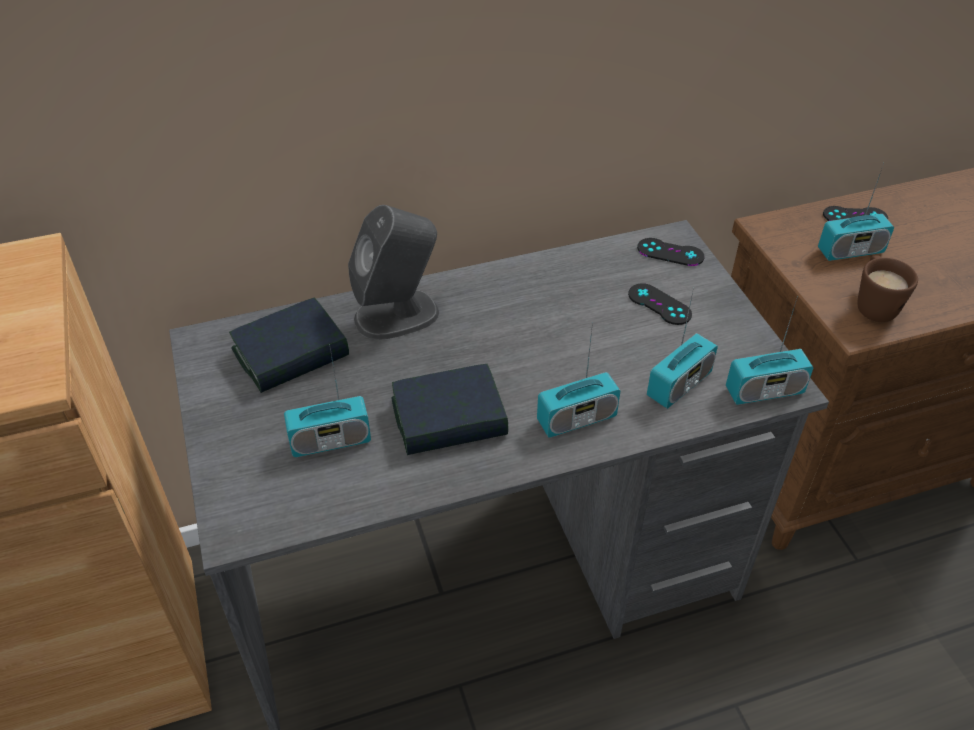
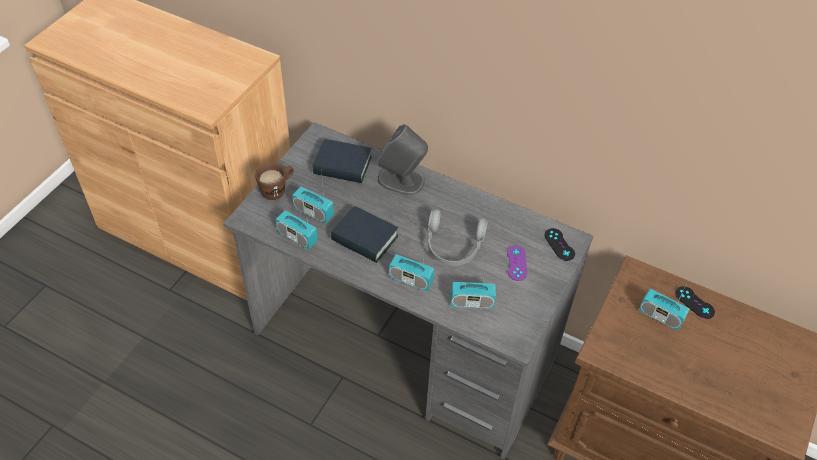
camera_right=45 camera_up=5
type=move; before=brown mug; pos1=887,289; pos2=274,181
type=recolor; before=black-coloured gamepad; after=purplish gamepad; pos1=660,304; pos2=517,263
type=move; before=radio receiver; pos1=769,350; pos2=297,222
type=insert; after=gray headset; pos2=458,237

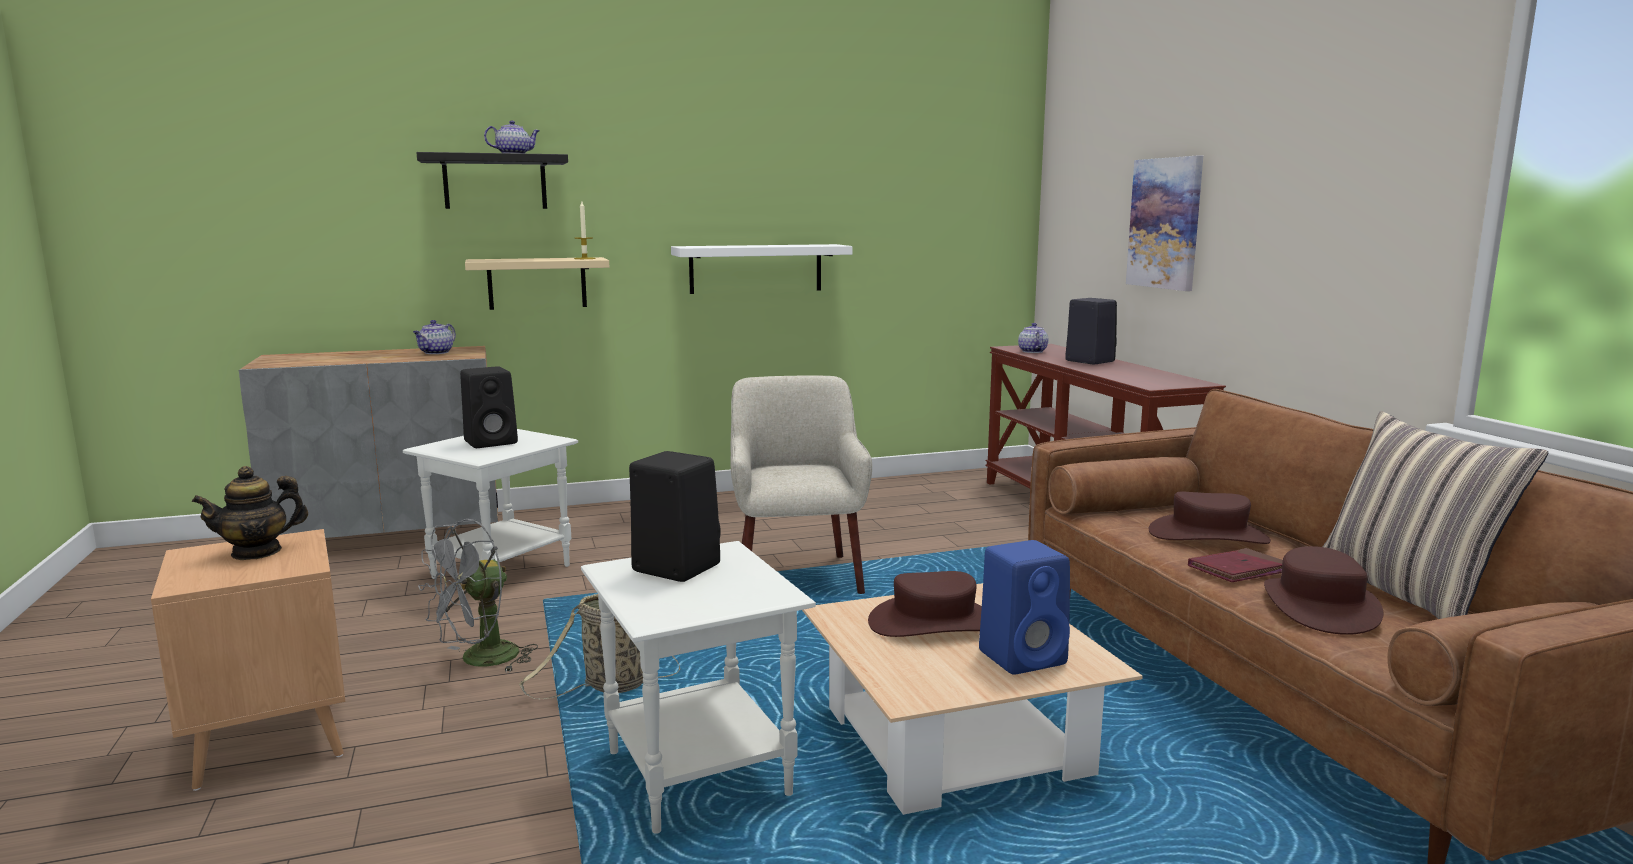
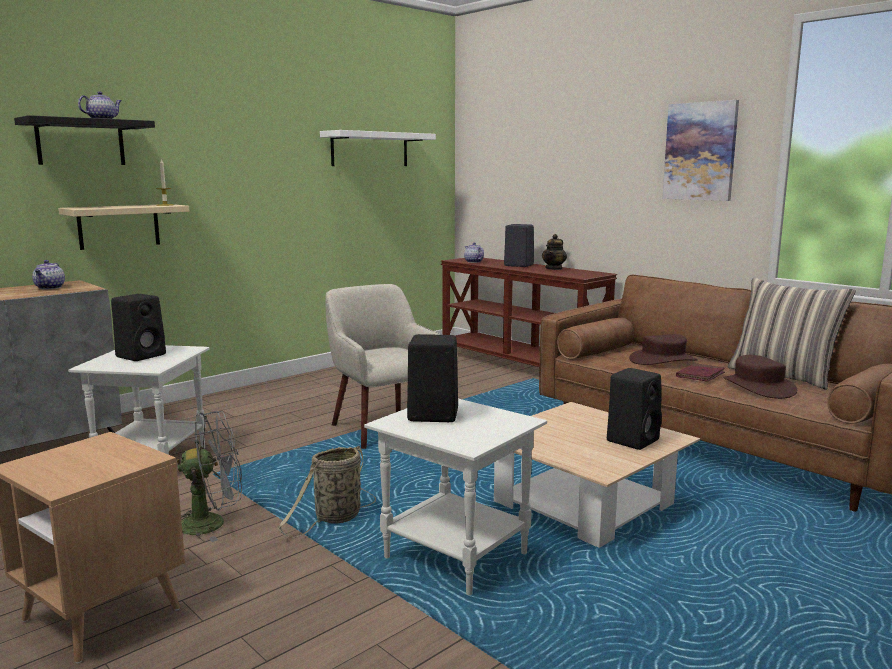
camera_right=-25 camera_up=0
type=move; before=picture; pos1=1164,223; pos2=700,150
type=move; before=white wall shelf; pos1=761,269; pos2=378,148
type=move; before=pot for tea; pos1=250,513; pos2=554,252
type=rotate; before=gray electric fan; pos1=478,595; pos2=209,476; turn=-120
type=recolor; before=blue-coloured audio speaker; after=black-coloured audio speaker; pos1=1024,607; pos2=634,409
type=delete; before=brown clothing hat; pos1=925,604

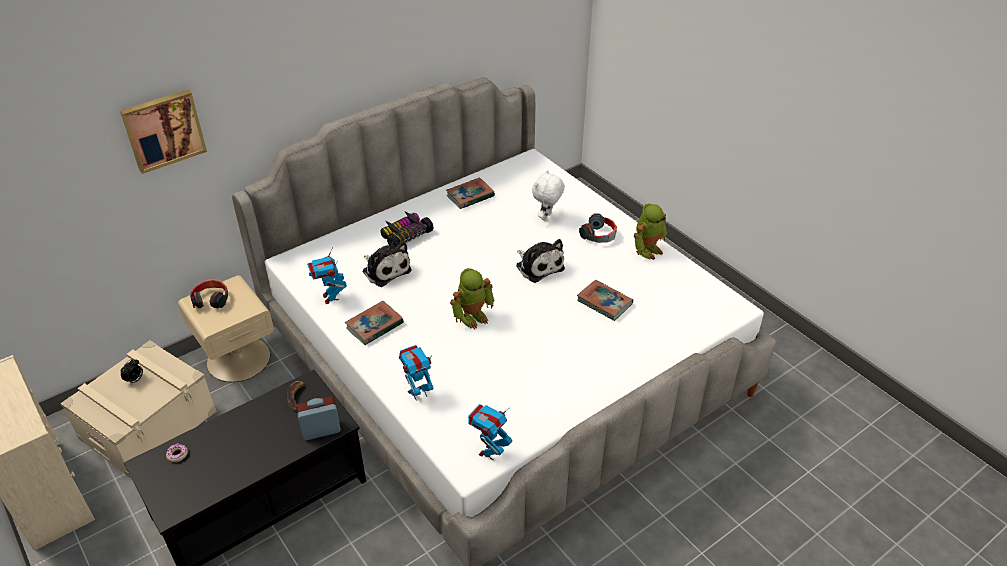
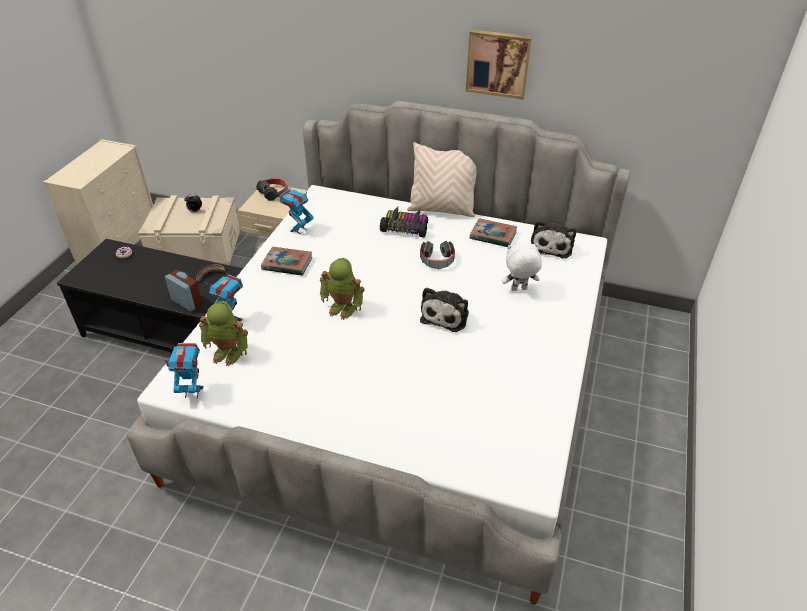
camera_right=55 camera_up=0
type=move; before=picture; pos1=163,132; pos2=499,64
type=move; before=robot figure; pos1=650,231; pos2=223,333
type=move; before=headset; pos1=598,228; pos2=437,255
type=move; before=cuddly toy; pos1=387,264; pos2=553,239
type=delete; before=bound book; pos1=605,300
type=insert; after=beige throw pillow; pos2=442,179

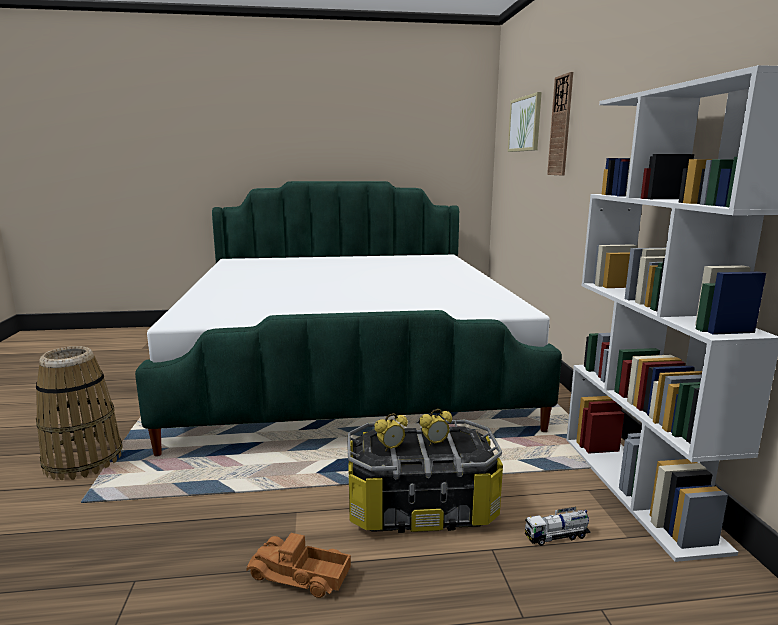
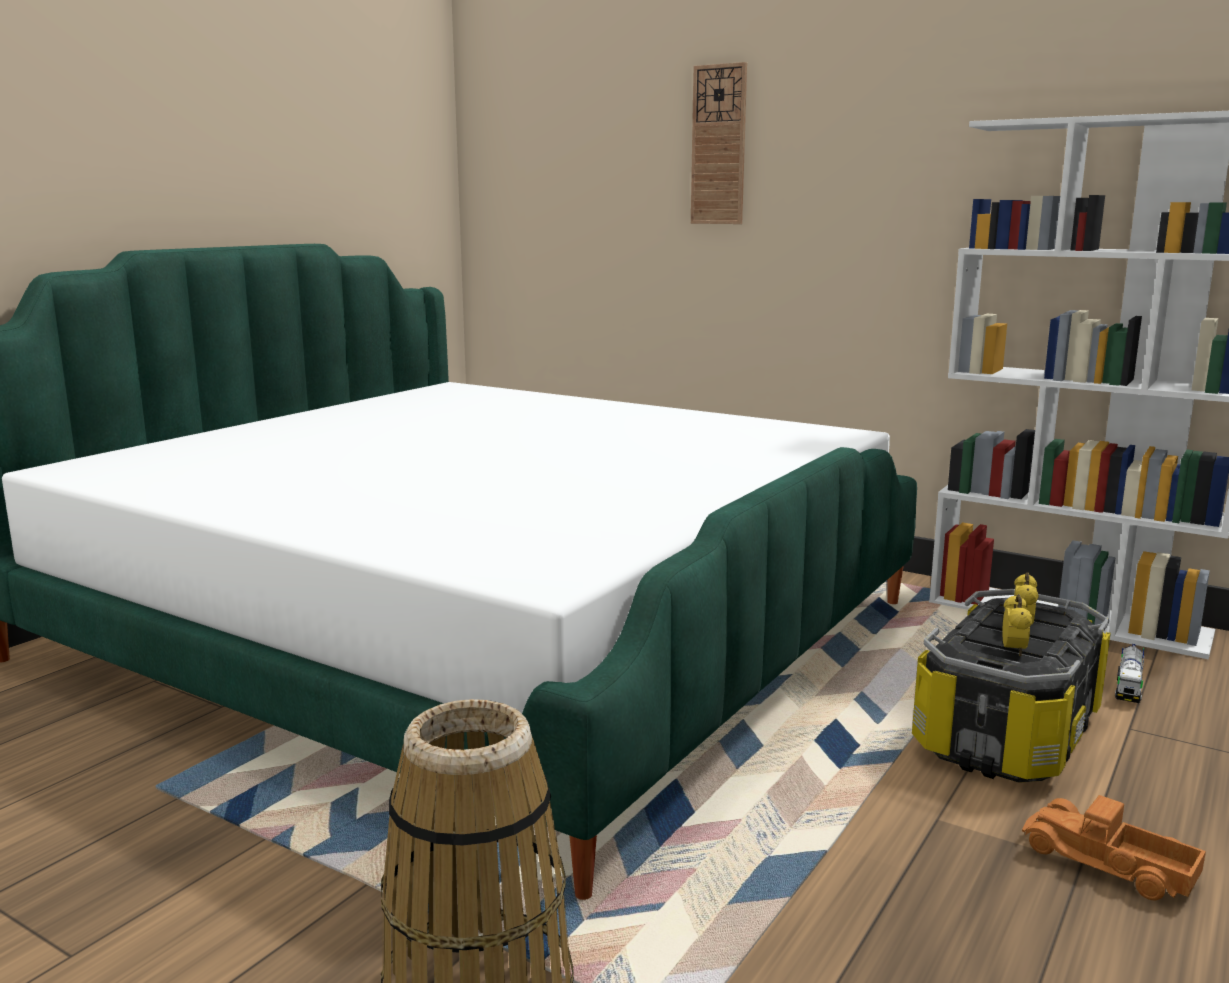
camera_right=-50 camera_up=0
type=delete; before=picture; pos1=525,122
type=rotate; before=model truck; pos1=298,565; pos2=1114,847; turn=75

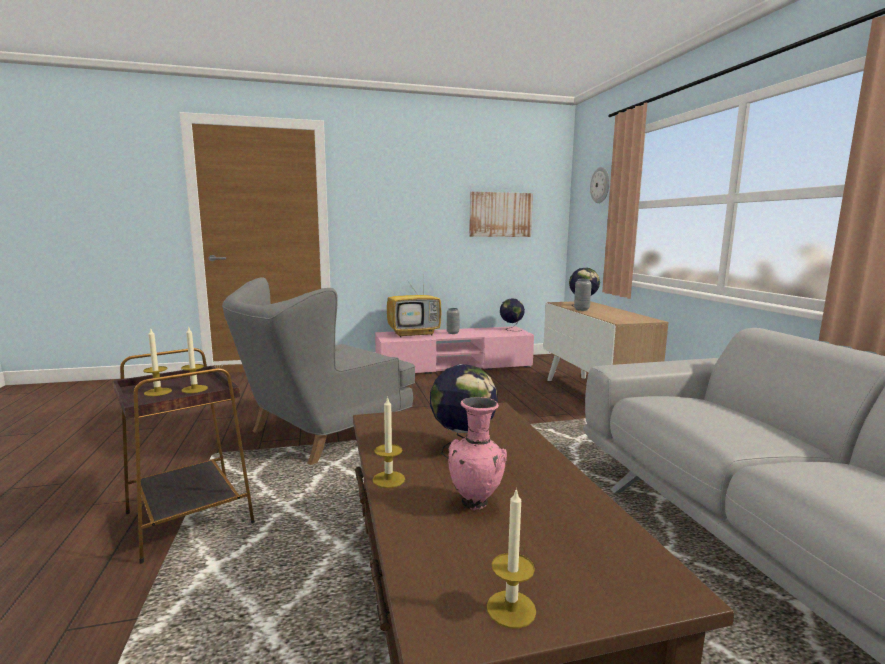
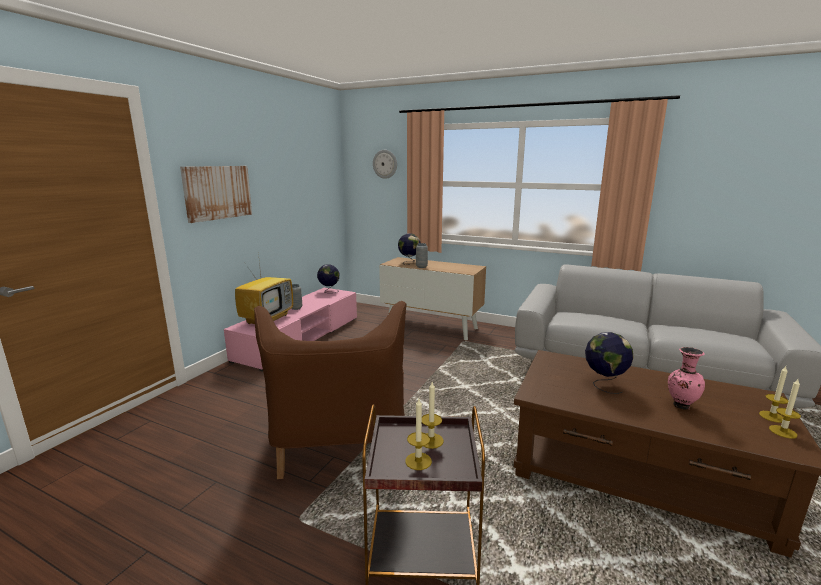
camera_right=-50 camera_up=5
type=move; before=picture; pos1=501,214; pos2=216,194
type=recolor; before=gray lounge chair; after=brown lounge chair; pos1=318,371; pos2=330,390
type=move; before=candle; pos1=389,442; pos2=773,395

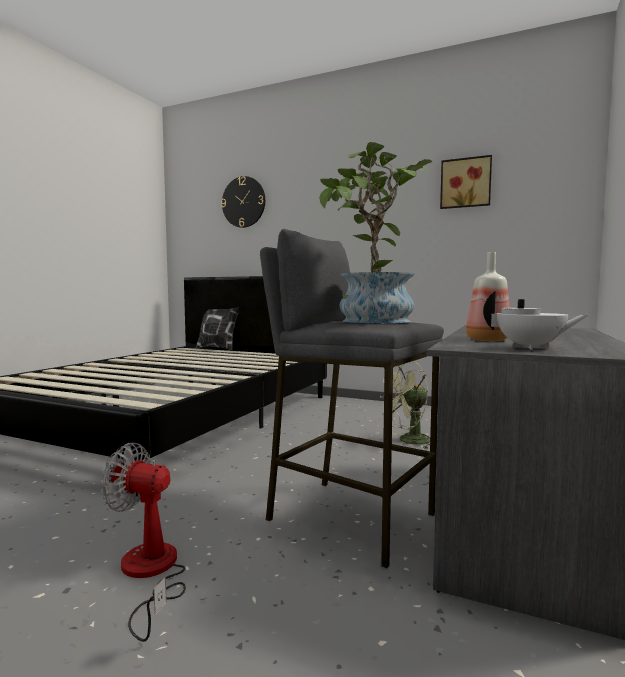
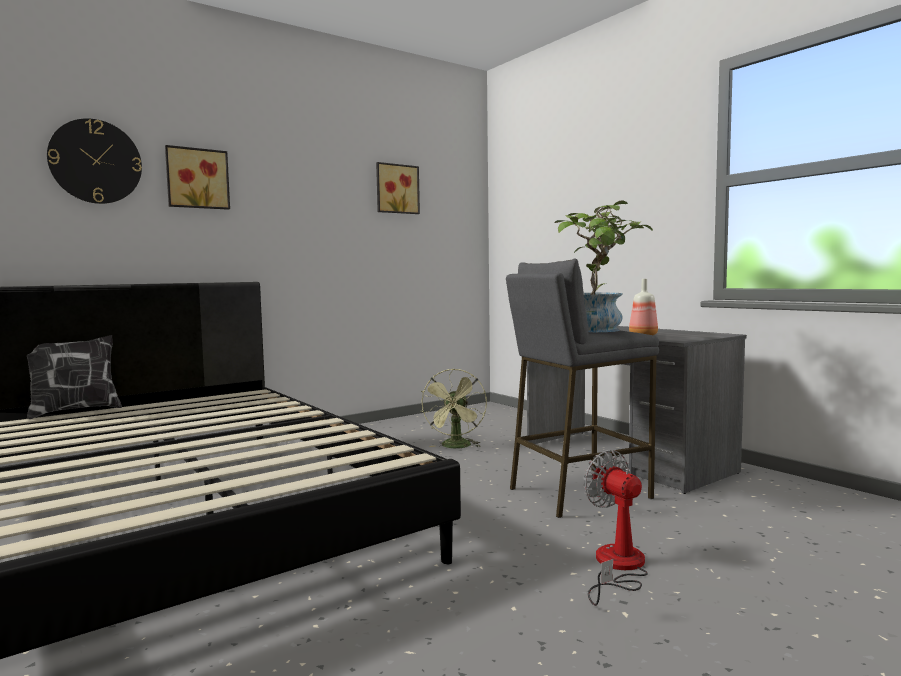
camera_right=-60 camera_up=0
type=delete; before=white pot for tea; pos1=535,320
type=rotate; before=electric fan; pos1=143,542; pos2=615,528; turn=105
type=insert; after=picture; pos2=197,177

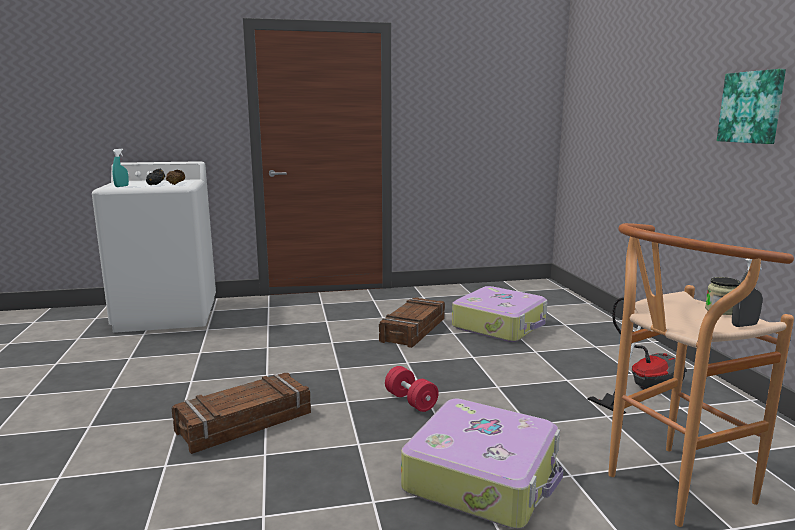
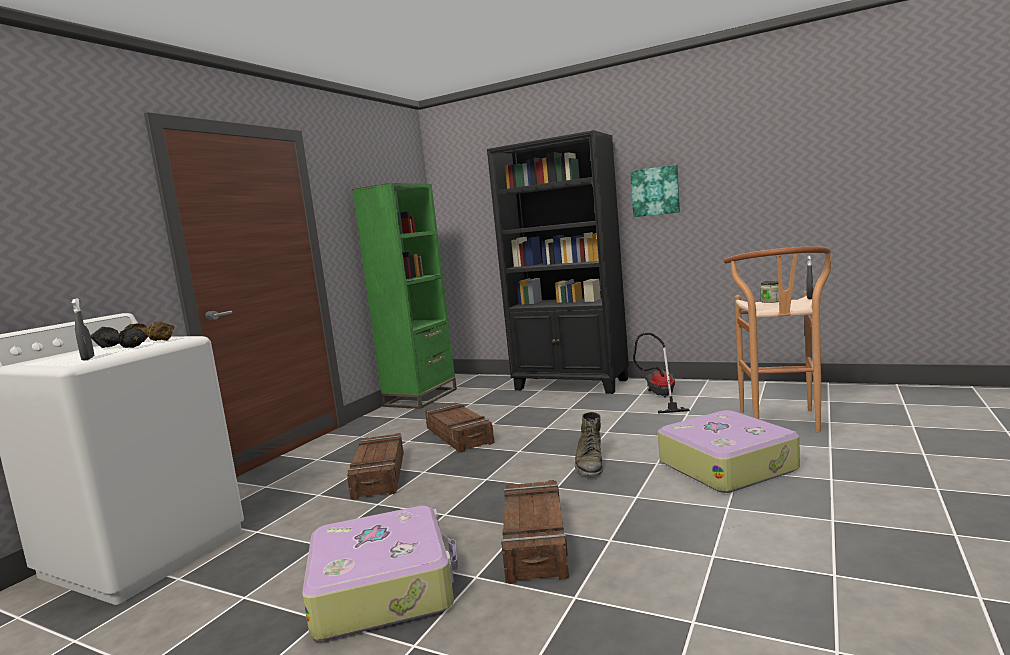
camera_right=-50 camera_up=-5
type=recolor; before=turquoise-coloured spray bottle; after=gray spray bottle; pos1=120,168; pos2=83,329
type=move; before=travel case; pos1=500,314; pos2=380,573
type=replace; before=red-coloured free weight; after=green high-top boot; pos1=411,389; pos2=589,444
type=insert; after=black-coloured bookshelf; pos2=558,262
type=insert; after=green bookshelf; pos2=404,296
type=insert; after=crate; pos2=375,466

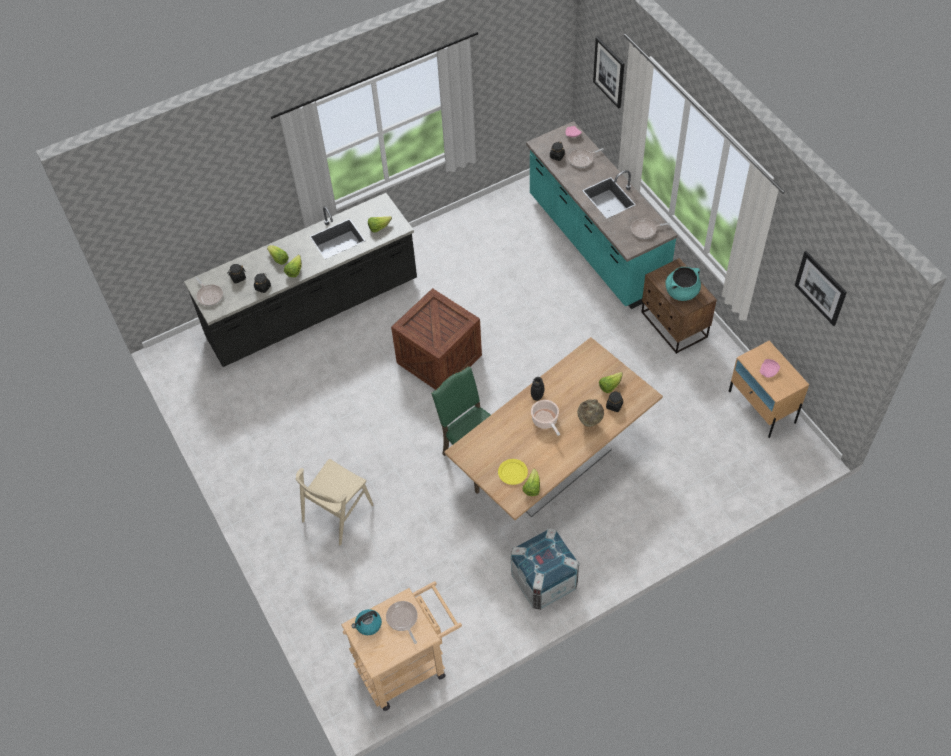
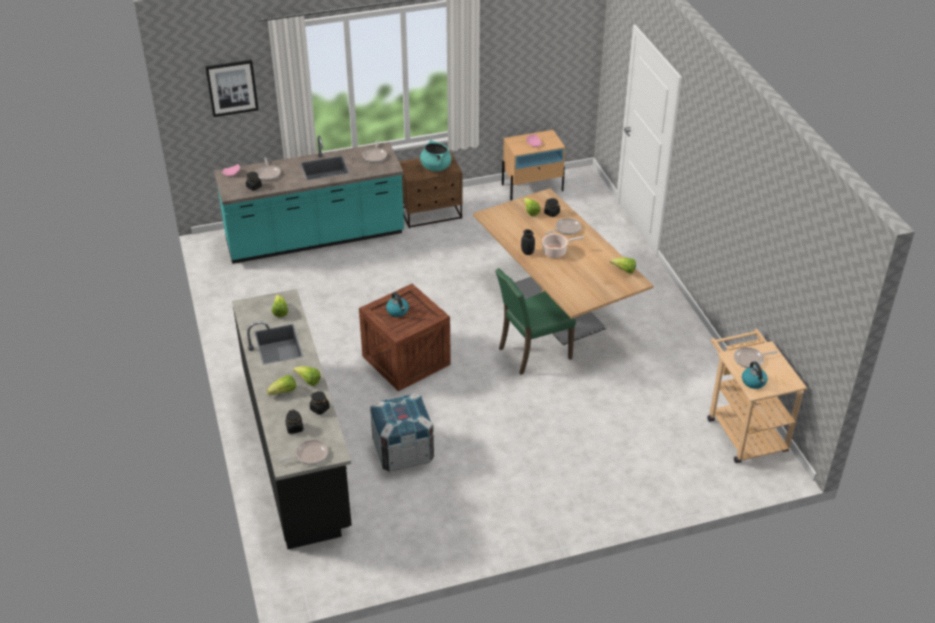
camera_right=-80 camera_up=-15
type=delete; before=picture; pos1=821,288
type=replace; before=beige decorative vase; after=pan; pos1=590,413; pos2=563,226
type=delete; before=beige chair; pos1=334,502
type=delete; before=yellow plate; pos1=513,472
type=move; before=crate; pos1=545,569; pos2=402,432
type=insert; after=water kettle; pos2=397,304

